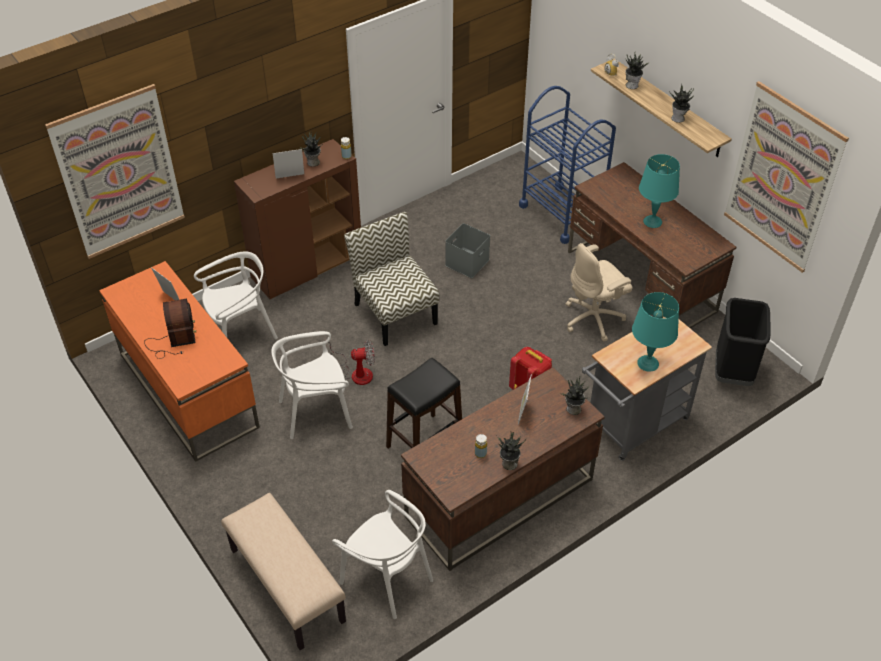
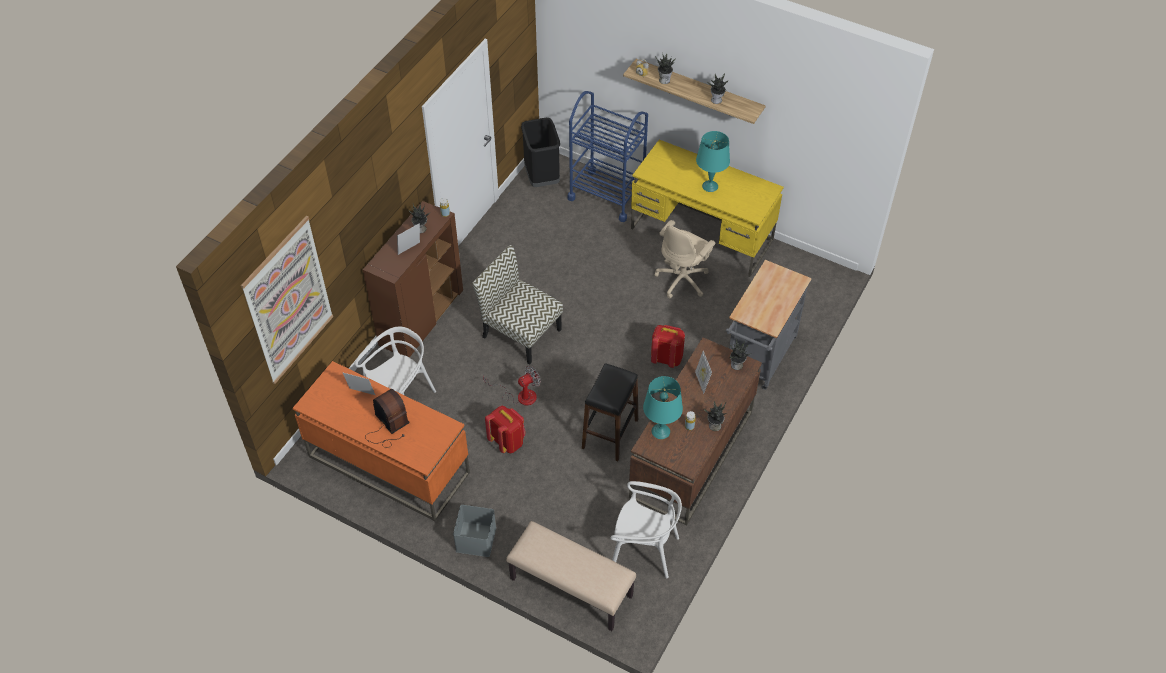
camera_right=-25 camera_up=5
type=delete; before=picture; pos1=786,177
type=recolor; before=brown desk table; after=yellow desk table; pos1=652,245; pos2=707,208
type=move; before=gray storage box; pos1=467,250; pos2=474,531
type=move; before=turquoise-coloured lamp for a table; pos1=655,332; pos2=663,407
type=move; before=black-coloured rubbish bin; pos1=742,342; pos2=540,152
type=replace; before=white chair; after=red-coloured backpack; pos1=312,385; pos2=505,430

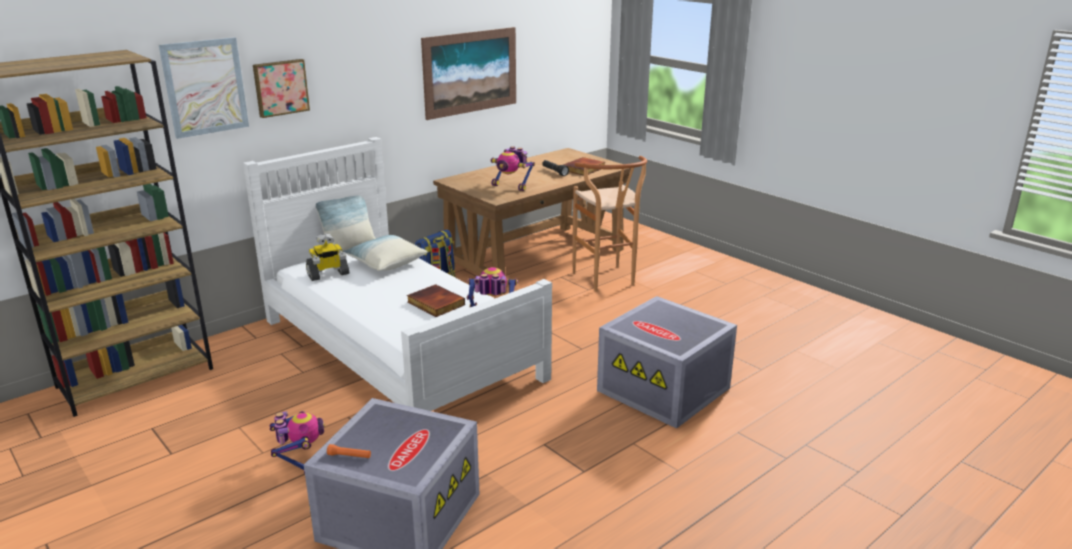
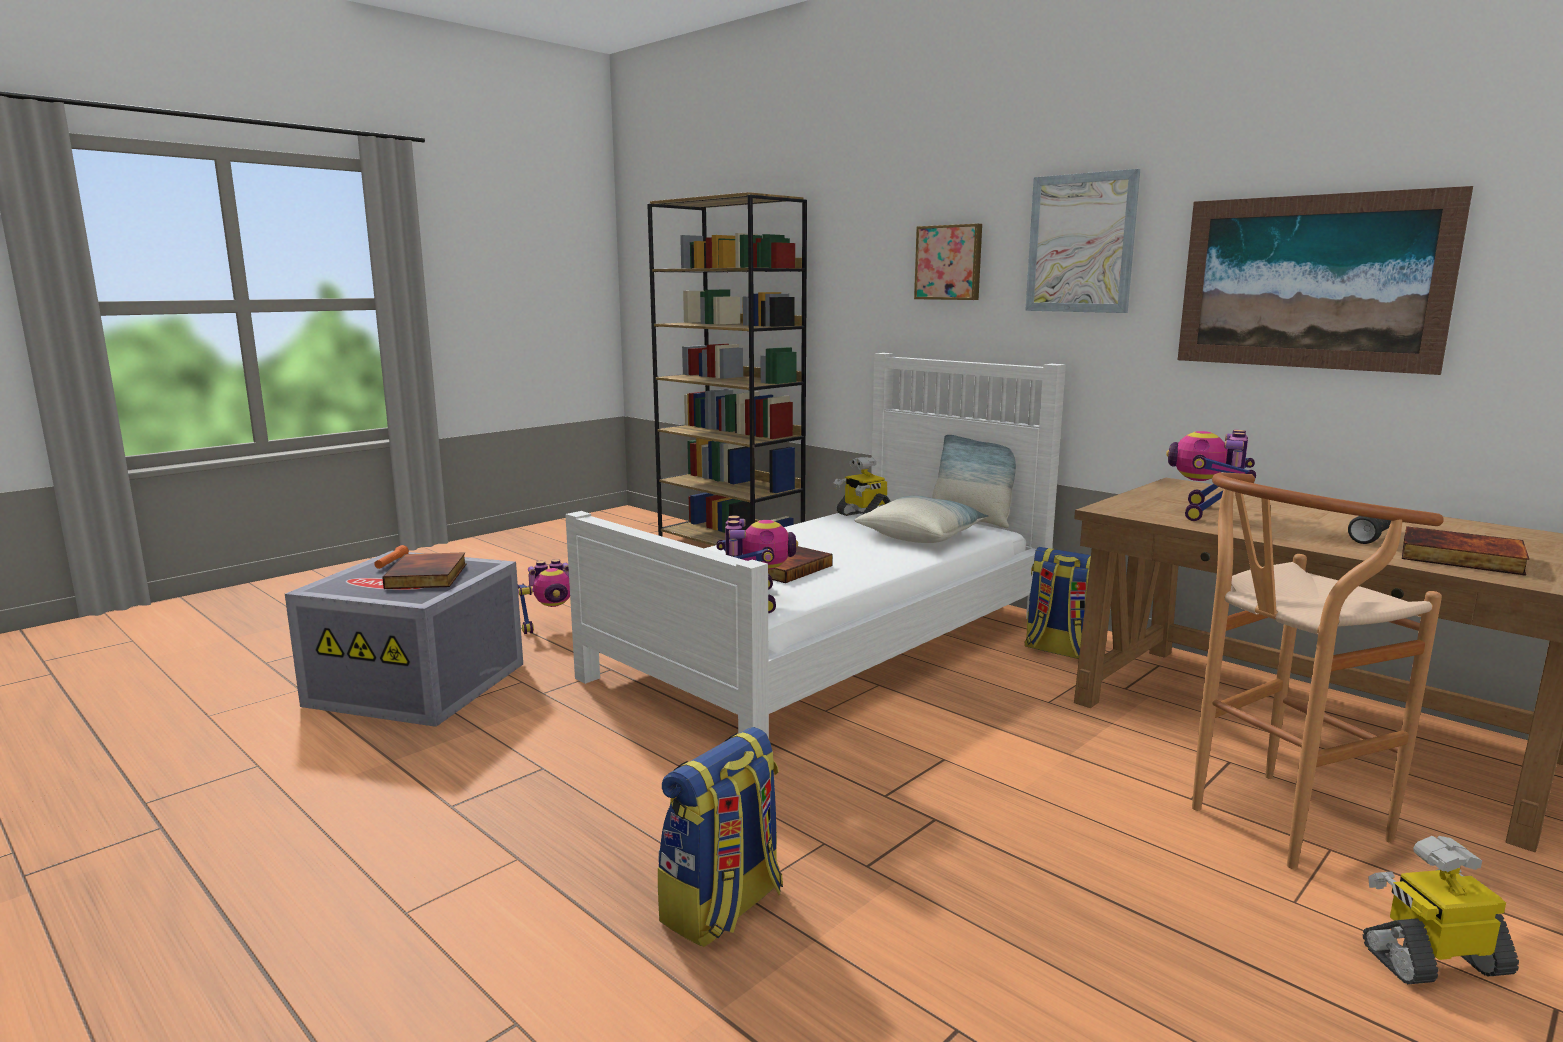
camera_right=85 camera_up=-10
type=move; before=picture; pos1=204,88; pos2=1082,241
type=replace; before=gray storage box; after=backpack; pos1=667,362; pos2=720,837
type=insert; after=bound book; pos2=424,570
type=insert; after=robot figure; pos2=1441,910

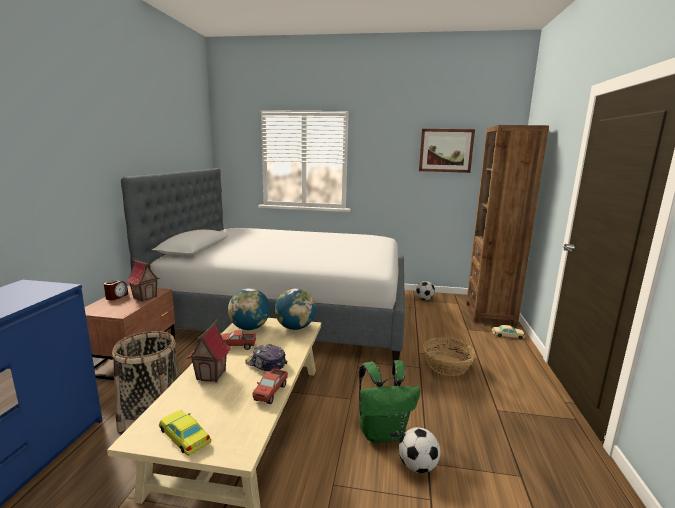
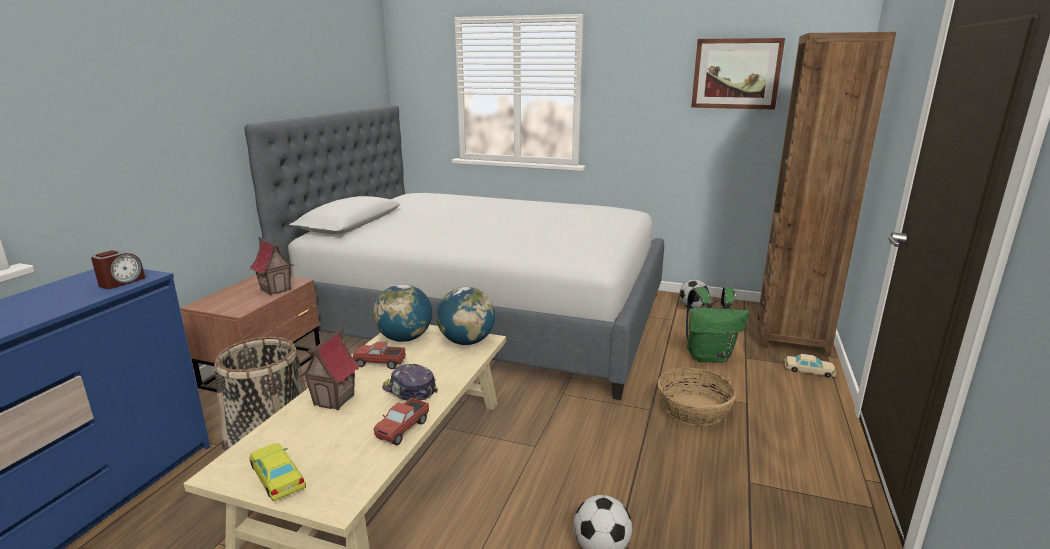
camera_right=10 camera_up=5
type=move; before=table clock; pos1=116,290; pos2=118,269
type=move; before=green backpack; pos1=389,401; pos2=717,324

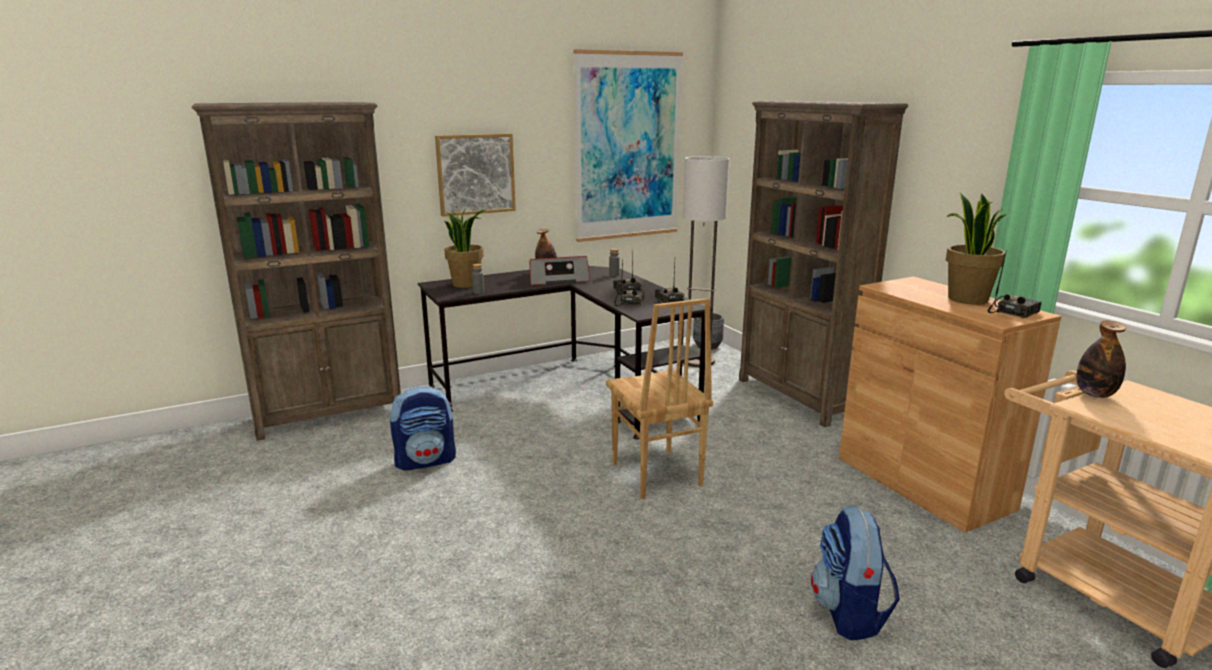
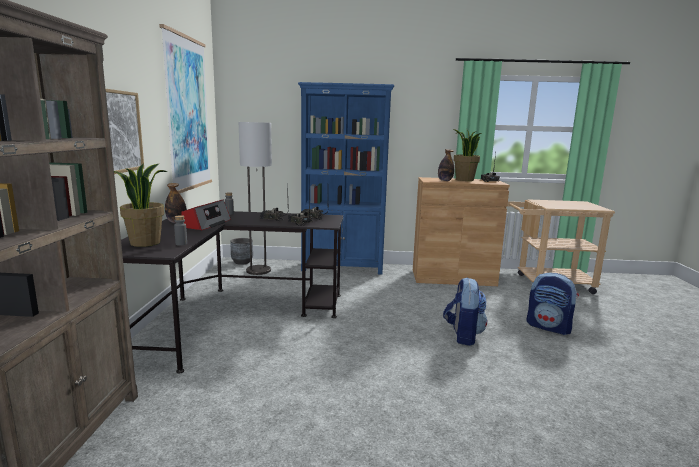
camera_right=-60 camera_up=-5
type=recolor; before=brown bookshelf; after=blue-coloured bookshelf; pos1=823,264; pos2=346,178
type=delete; before=brown chair; pos1=659,399
type=move; before=bottle; pos1=1101,359; pos2=446,165
type=move; before=backpack; pos1=423,428; pos2=465,311

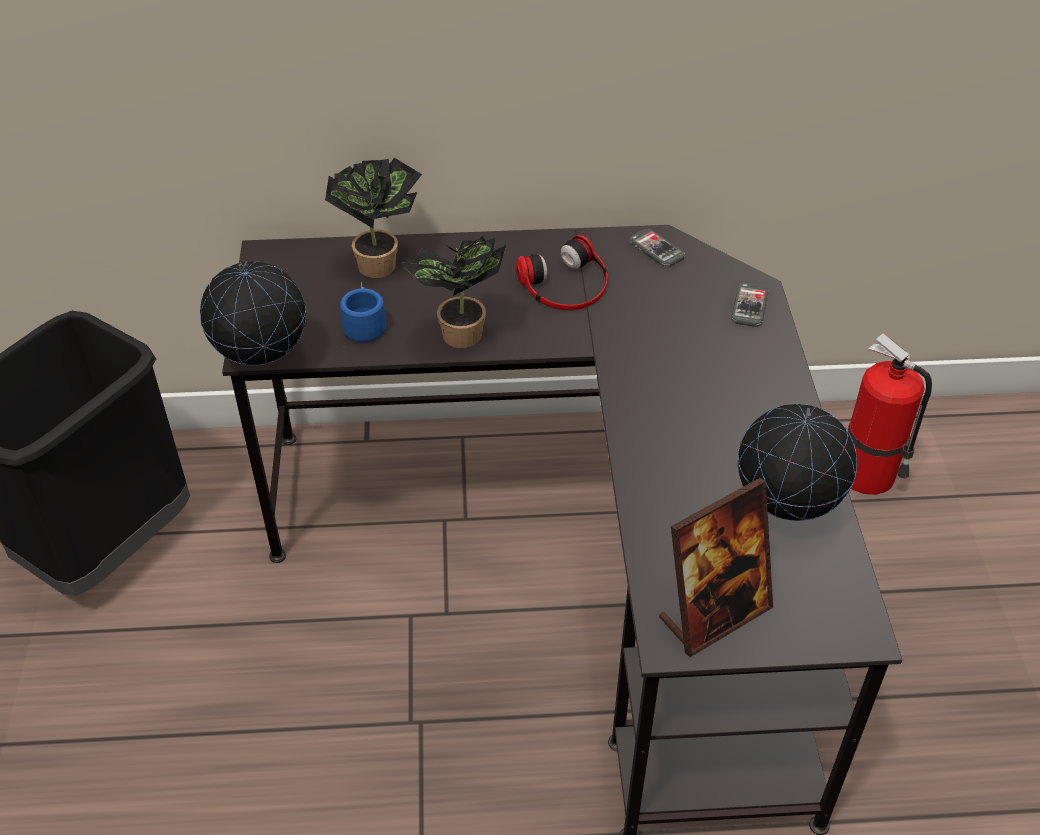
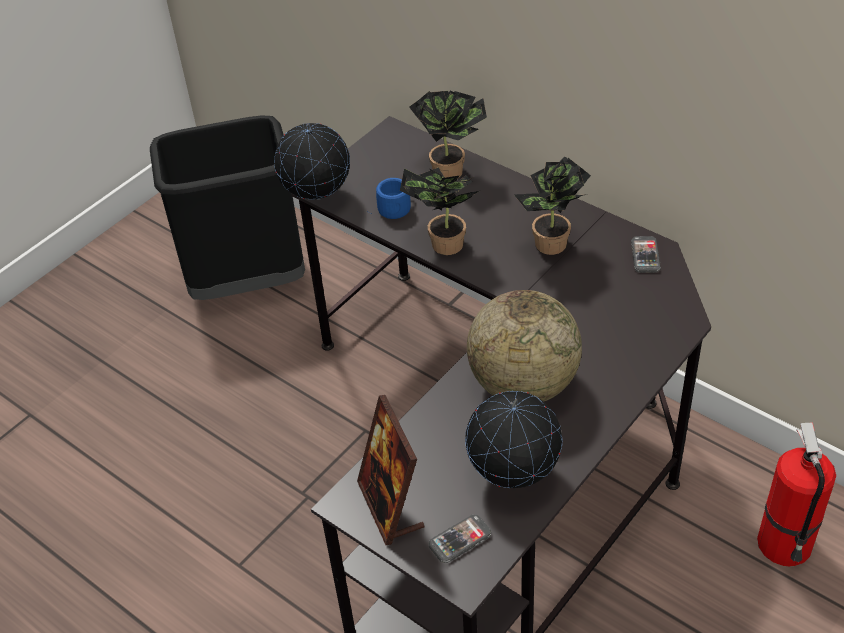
camera_right=45 camera_up=0
type=replace; before=headset; after=potted plant; pos1=562,272; pos2=552,205
type=move; before=phone; pos1=749,305; pos2=460,538
type=rotate; before=photo frame; pos1=716,567; pos2=390,470; turn=60
type=insert; after=world globe; pos2=524,346

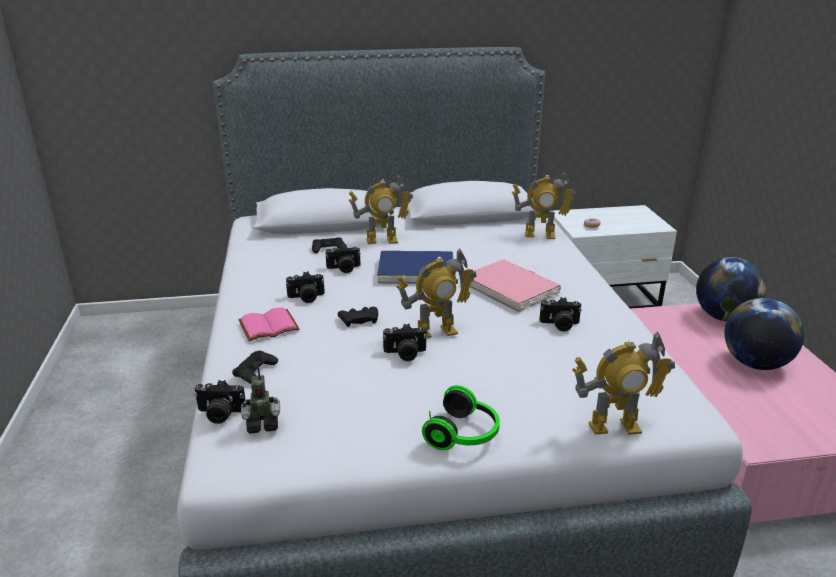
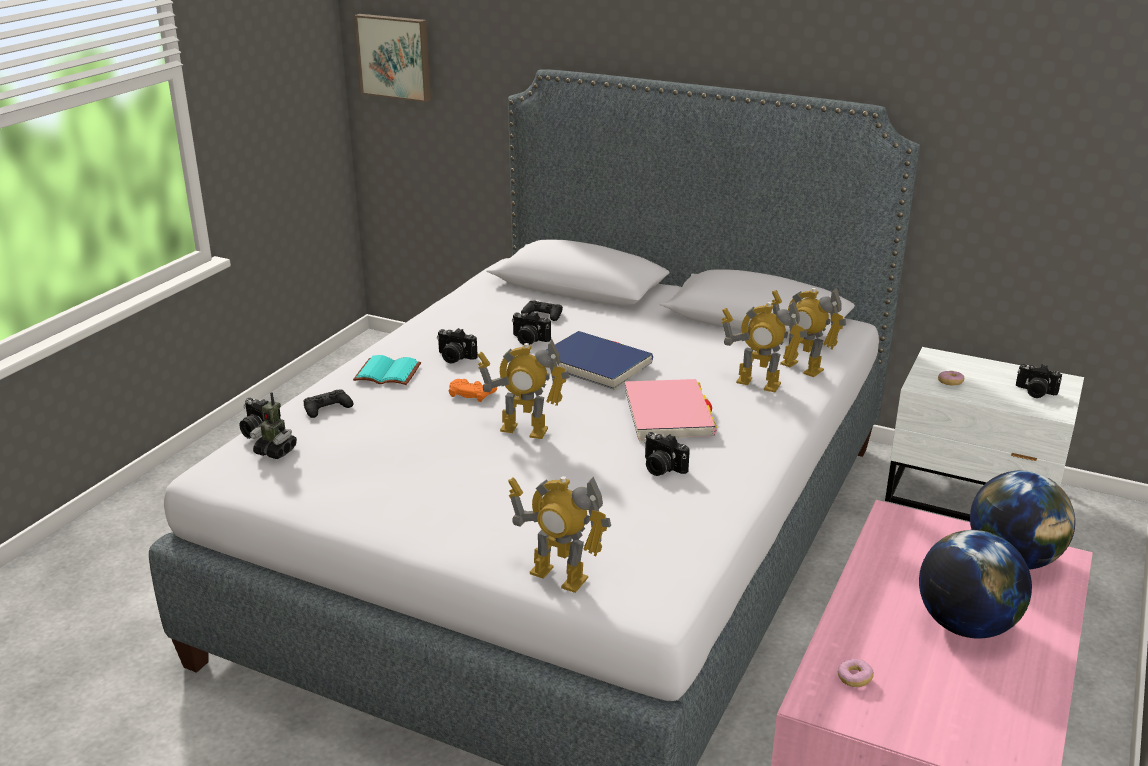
camera_right=35 camera_up=0
type=move; before=robot figure; pos1=381,209; pos2=764,346
type=recolor; before=pinkish bound book; after=turquoise-coloured bound book; pos1=269,324; pos2=387,370
type=recolor; before=black-coloured gamepad; after=orange-coloured gamepad; pos1=358,317; pos2=473,390
type=move; before=still camera; pos1=405,342; pos2=1039,381
type=delete; before=headset; pos1=461,417
type=insert; after=picture; pos2=392,58
type=insert; after=ring doughnut; pos2=856,673

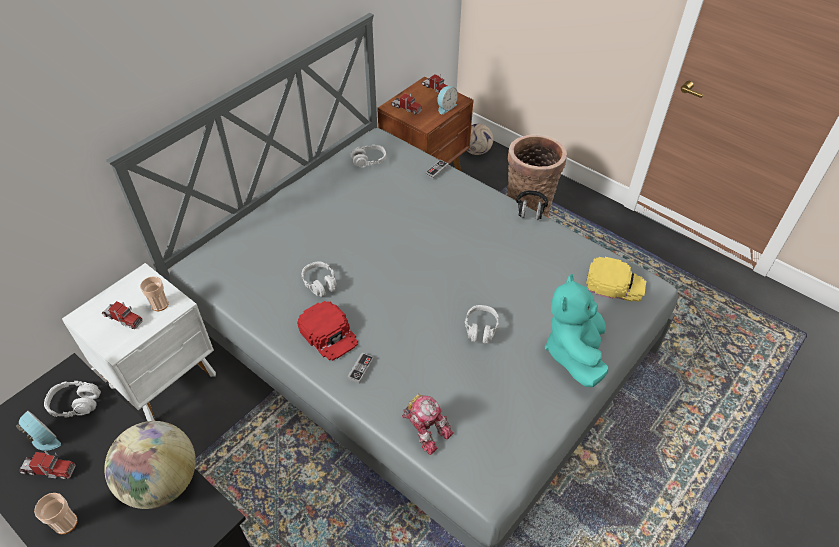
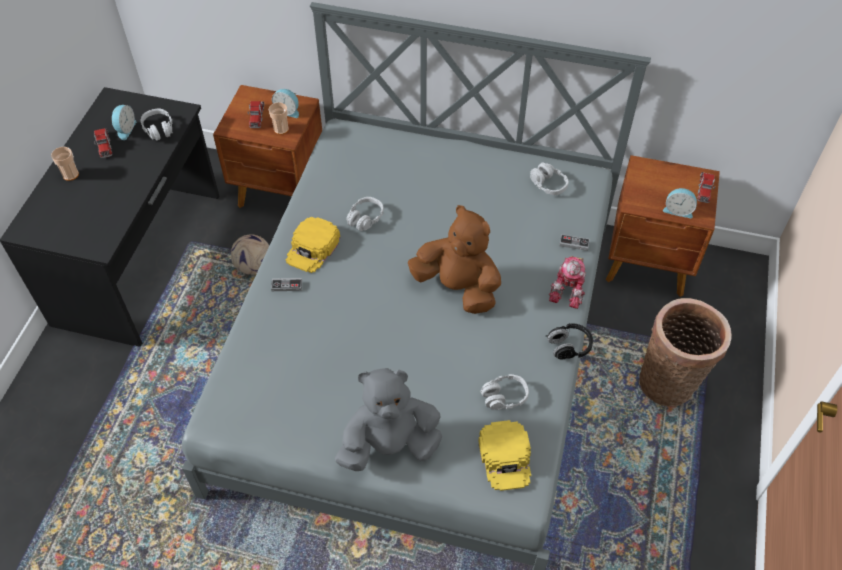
camera_right=65 camera_up=5
type=delete; before=model truck; pos1=406,103
type=move; before=football; pos1=480,139; pos2=250,254
type=recolor; before=white night table; after=brown night table; pos1=139,342; pos2=267,146
type=recolor; before=turquoise-coloured cuddly toy; after=gray cuddly toy; pos1=576,330; pos2=388,419
type=recolor; before=red-coloured baseball cap; after=yellow baseball cap; pos1=327,331; pos2=313,245
type=move; before=gray headset; pos1=482,324; pos2=505,392
type=move; before=robot figure; pos1=428,424; pos2=567,282
type=delete; before=world globe; pos1=150,465
type=insert; after=table clock; pos2=285,103
type=insert; after=brown cuddly toy; pos2=454,259

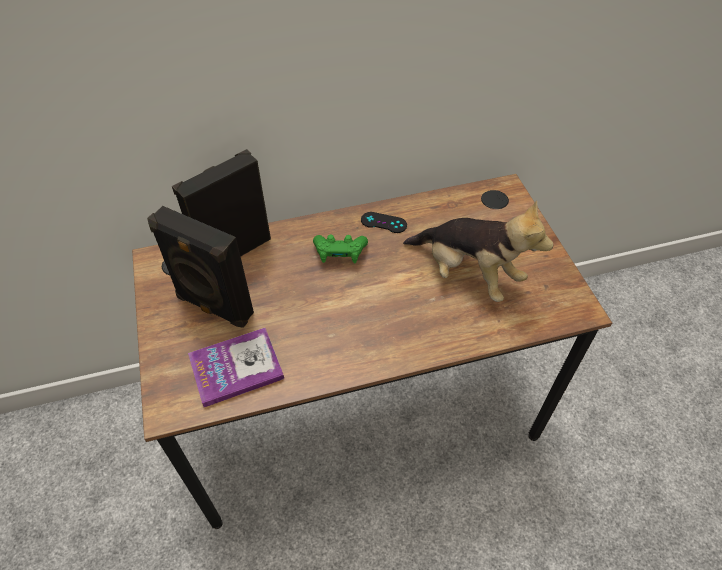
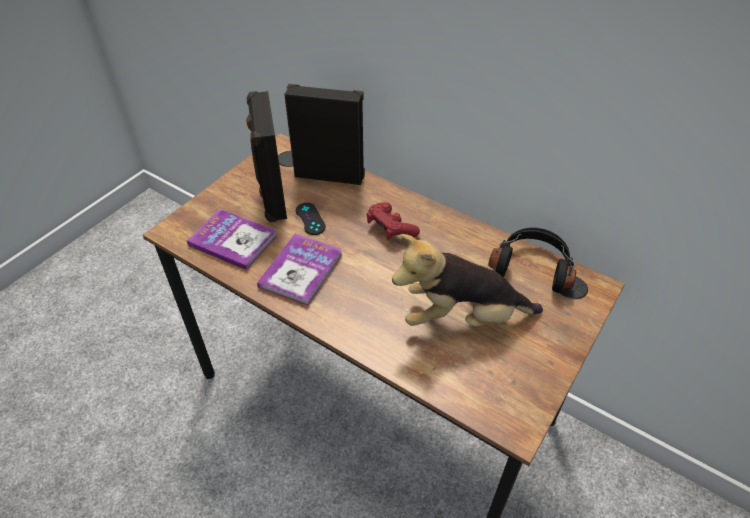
camera_right=50 camera_up=-5
type=rotate; before=cuddly toy; pos1=478,251; pos2=467,280; turn=90
type=move; before=black-coloured gamepad; pos1=384,222; pos2=311,219
type=recolor; before=green gamepad; after=red-coloured gamepad; pos1=340,249; pos2=393,221
type=insert; after=black-coloured headset; pos2=532,260
type=insert; after=bound book; pos2=300,270

